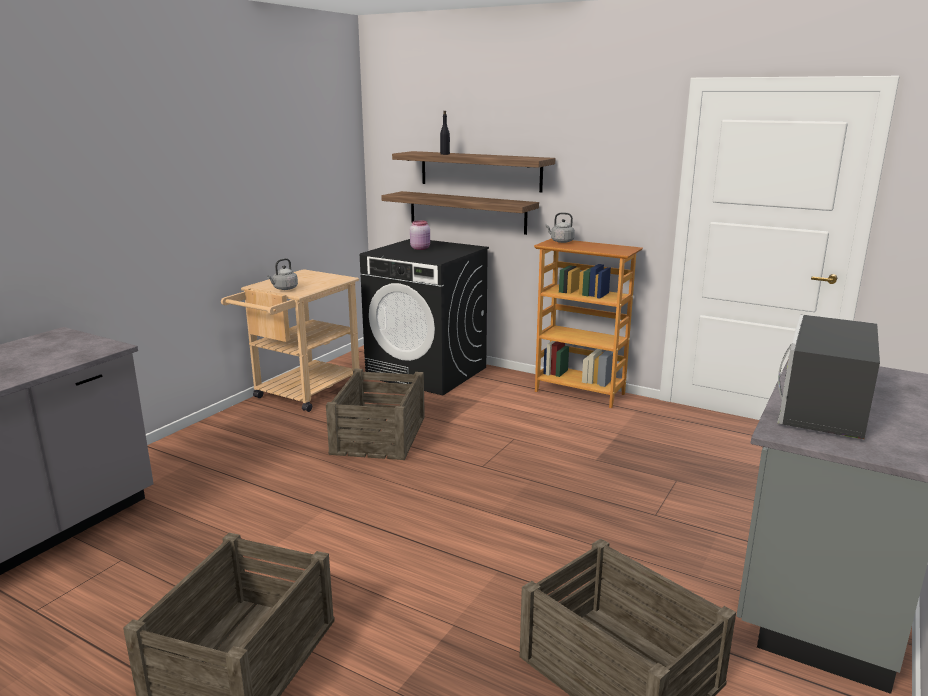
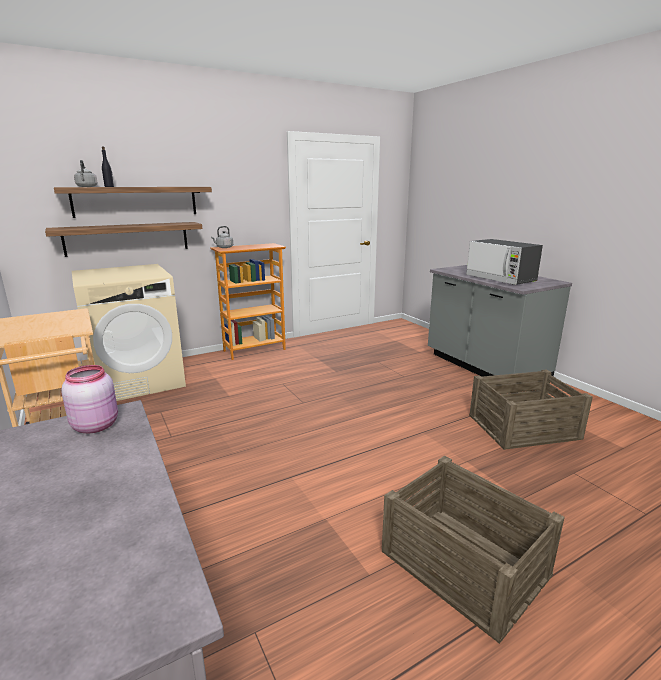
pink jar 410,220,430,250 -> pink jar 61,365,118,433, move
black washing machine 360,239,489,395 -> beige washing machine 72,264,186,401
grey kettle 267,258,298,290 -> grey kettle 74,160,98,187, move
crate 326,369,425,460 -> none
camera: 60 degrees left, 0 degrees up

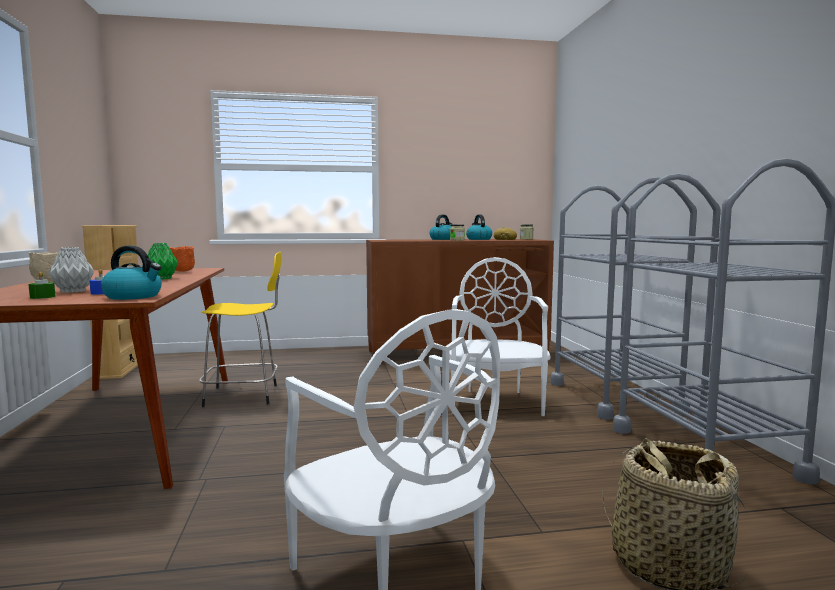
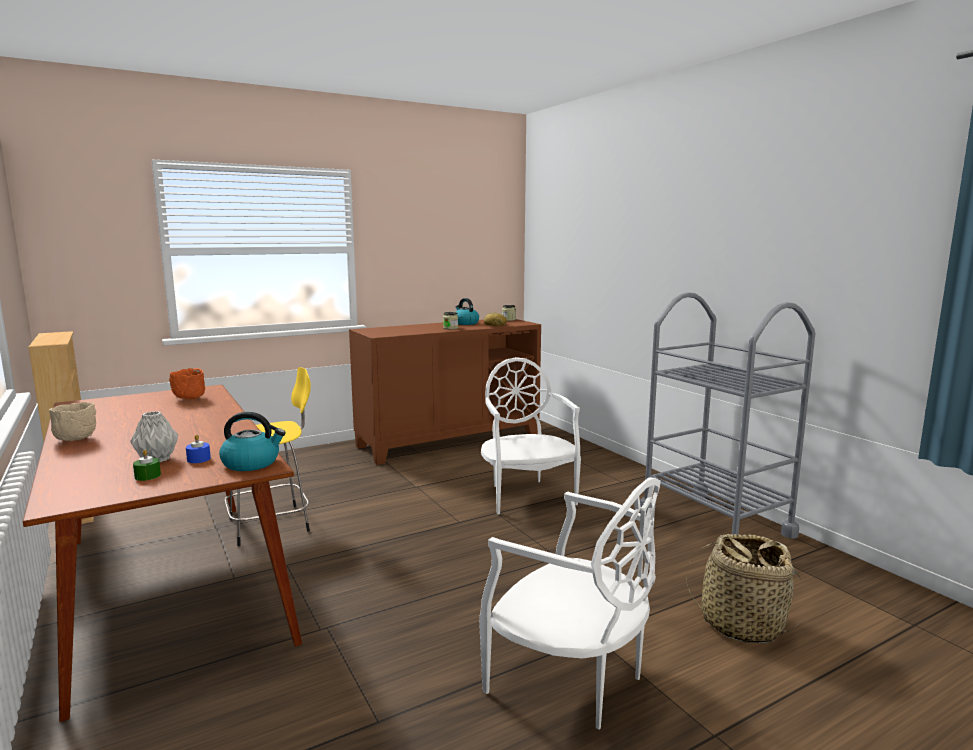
green vase 148,243,178,280 -> none
kettle 430,214,453,240 -> none
grey cart 550,177,697,420 -> none
camera: 20 degrees left, 5 degrees up

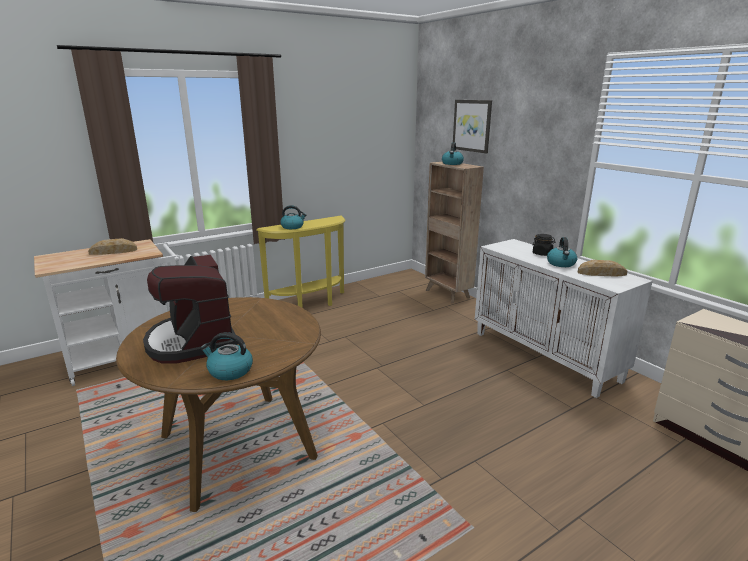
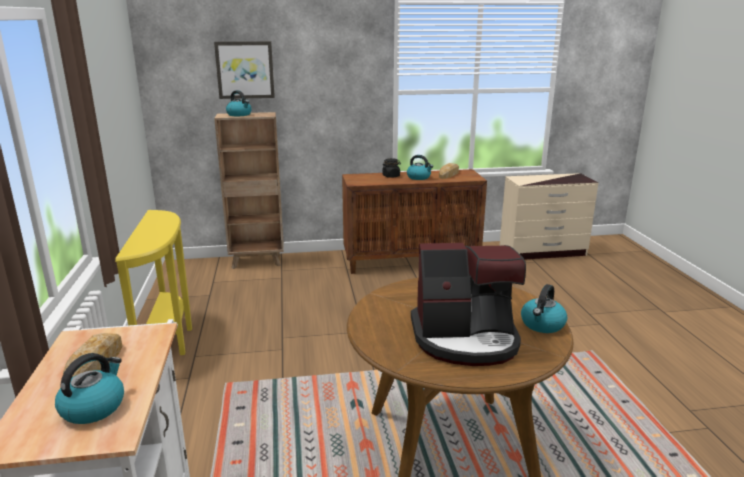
kettle 280,205,307,229 -> kettle 55,353,124,424, move
white cabinet 475,239,653,398 -> brown cabinet 342,169,487,274
camera: 65 degrees left, 0 degrees up

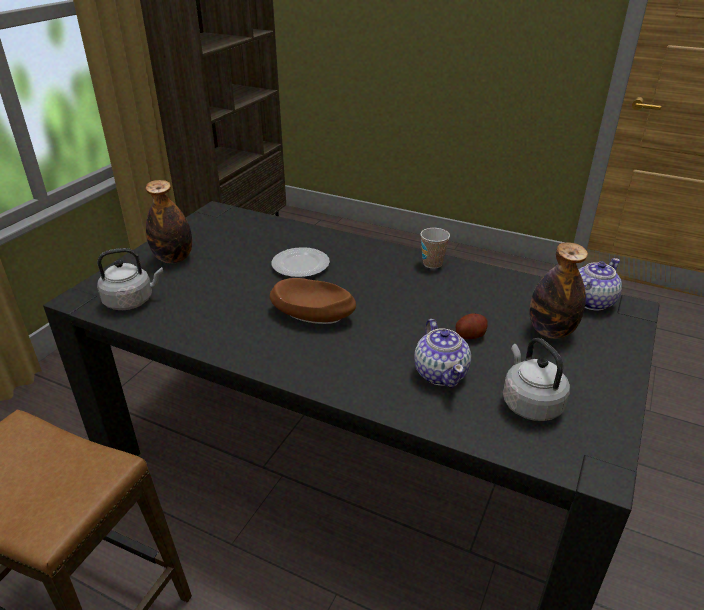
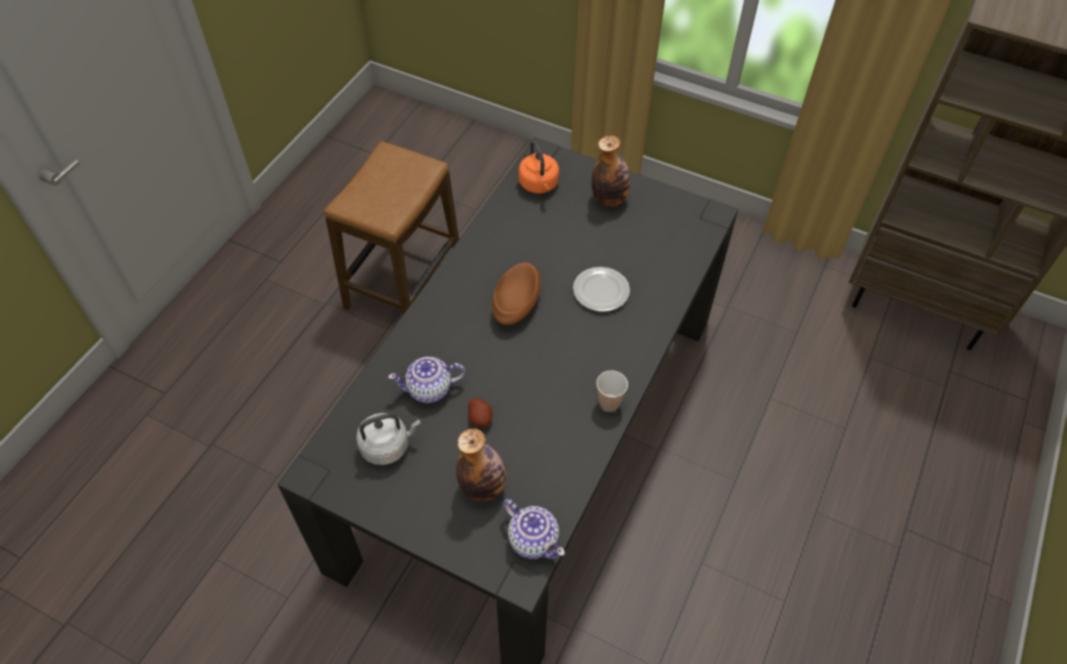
grey kettle 97,248,163,310 -> orange kettle 519,141,559,194
camera: 90 degrees right, 20 degrees up

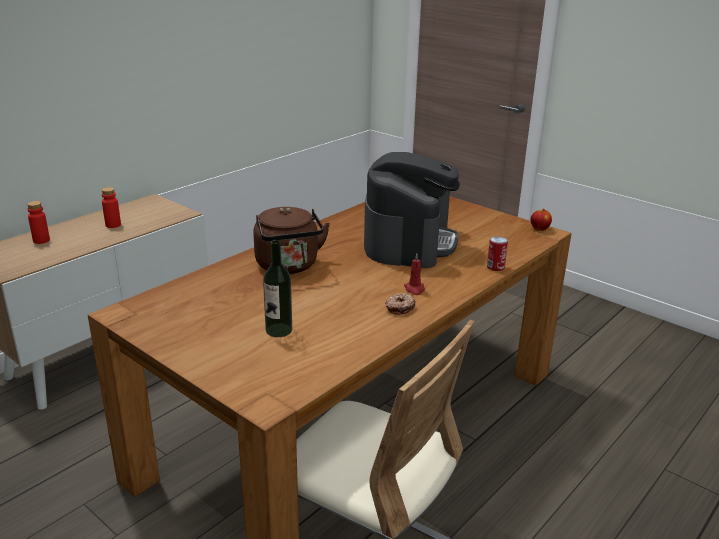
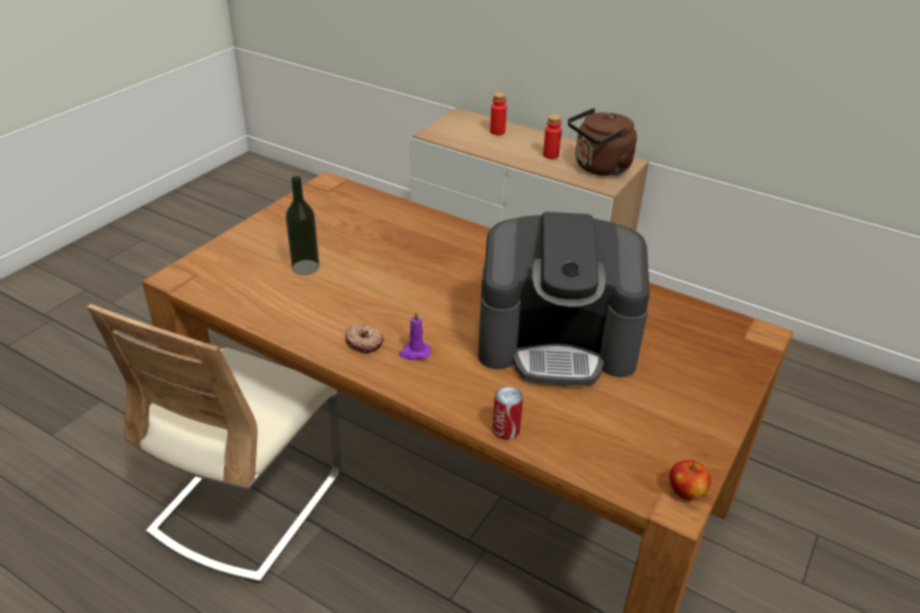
red candle 404,253,425,295 -> purple candle 399,311,431,360
brown kettle 253,207,330,274 -> brown kettle 568,108,637,176, move
camera: 80 degrees right, 10 degrees up

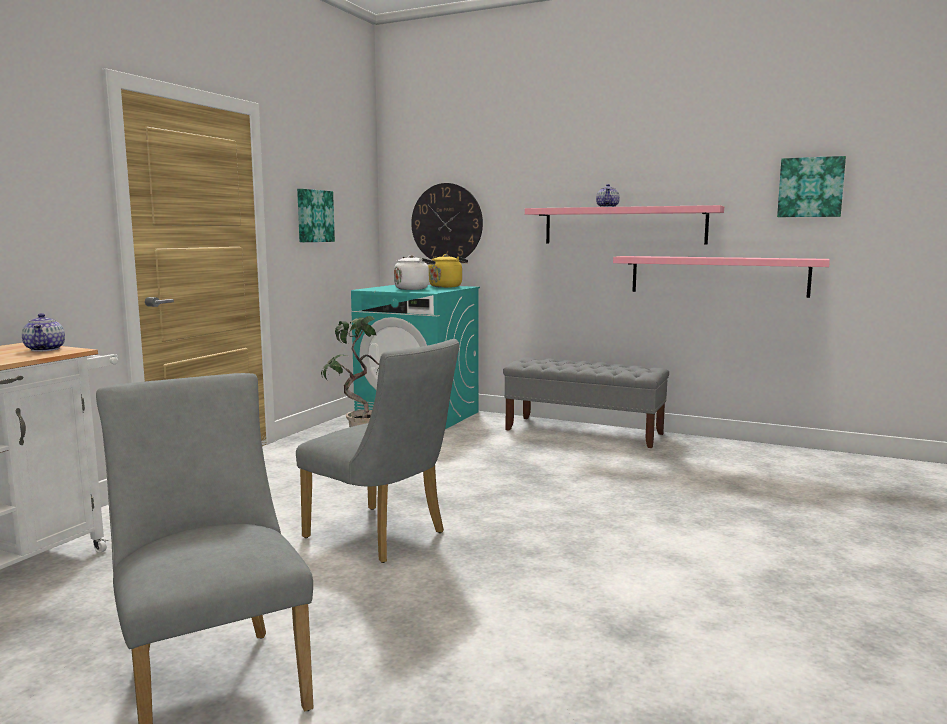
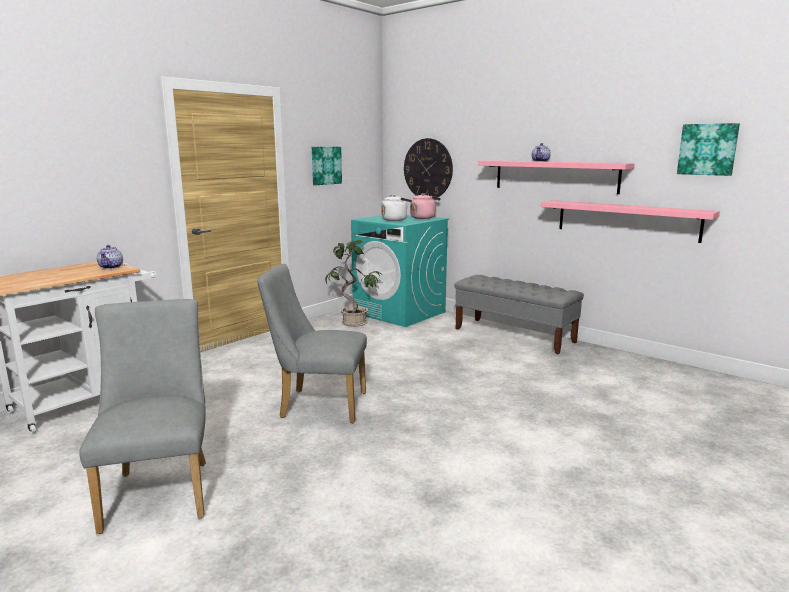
grey chair 296,339,459,563 -> grey chair 257,264,367,424, 135 degrees clockwise
yellow kettle 428,254,468,288 -> pink kettle 410,193,440,219
camera: 15 degrees right, 5 degrees up

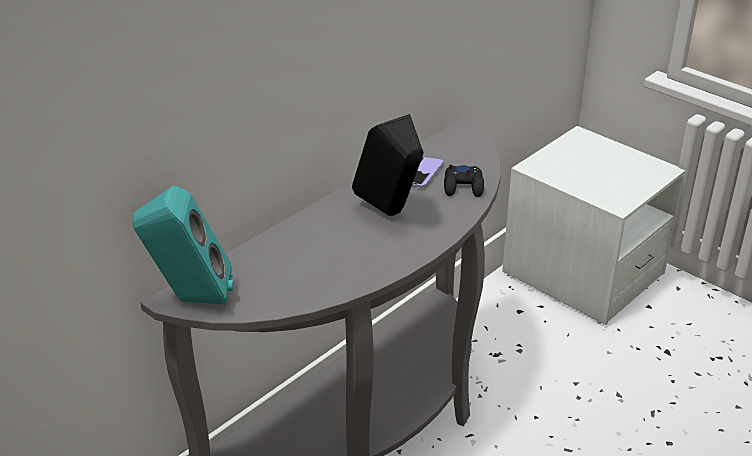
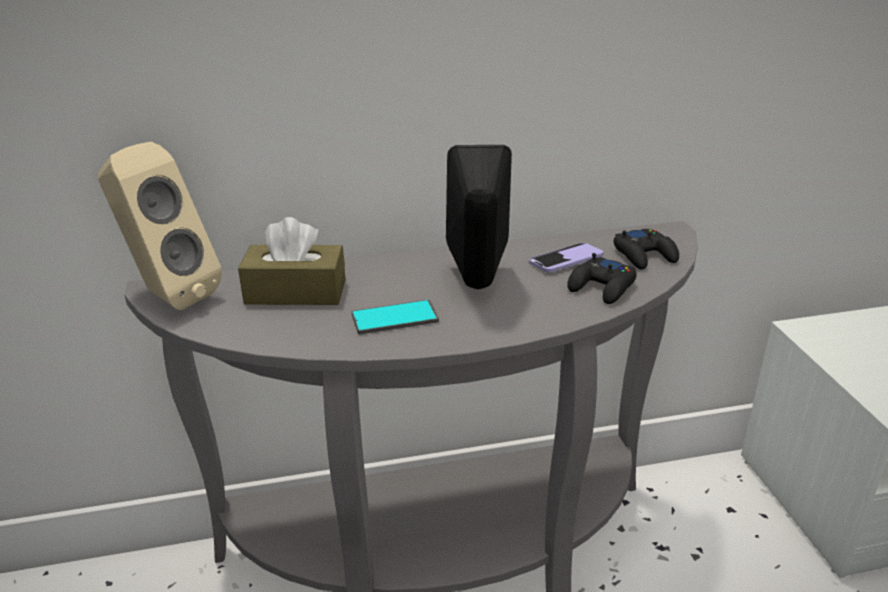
turquoise speaker 133,186,234,305 -> beige speaker 98,142,222,310
none -> brown tissue box 238,217,346,305
none -> phone 352,300,439,334
none -> black game controller 614,229,679,270
camera: 35 degrees right, 5 degrees down

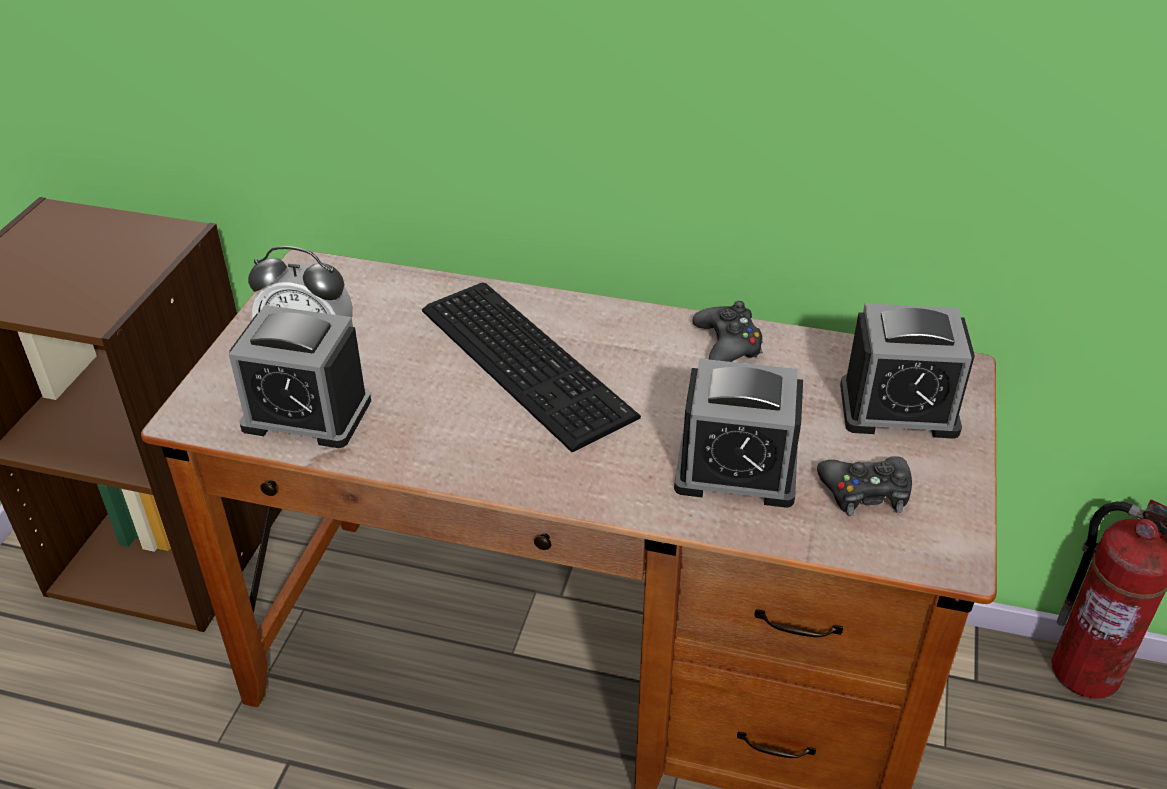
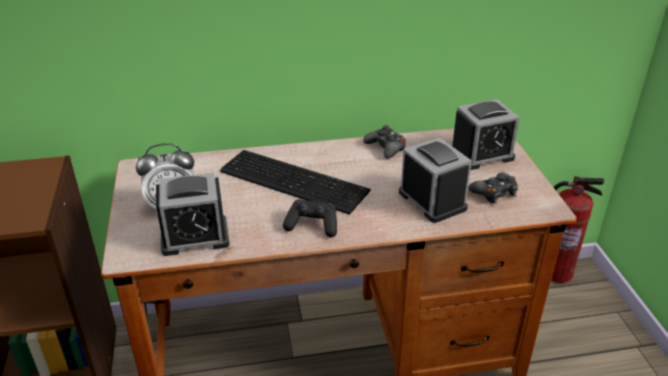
none -> black game controller 283,199,337,237
alarm clock 674,359,803,508 -> alarm clock 399,137,472,223, 105 degrees counterclockwise
camera: 25 degrees left, 5 degrees down

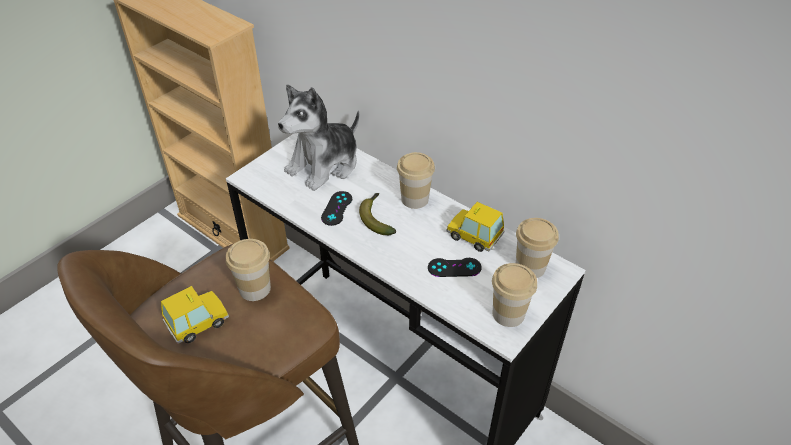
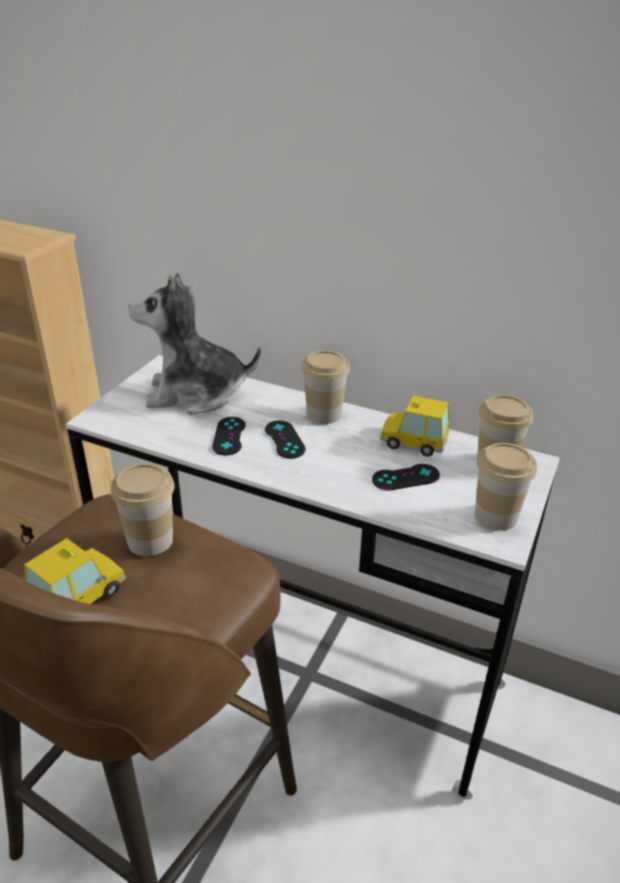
plush toy 278,85,359,191 -> plush toy 129,273,261,414, 60 degrees clockwise
banana 359,193,396,235 -> black game controller 265,421,306,458
camera: 15 degrees left, 10 degrees down

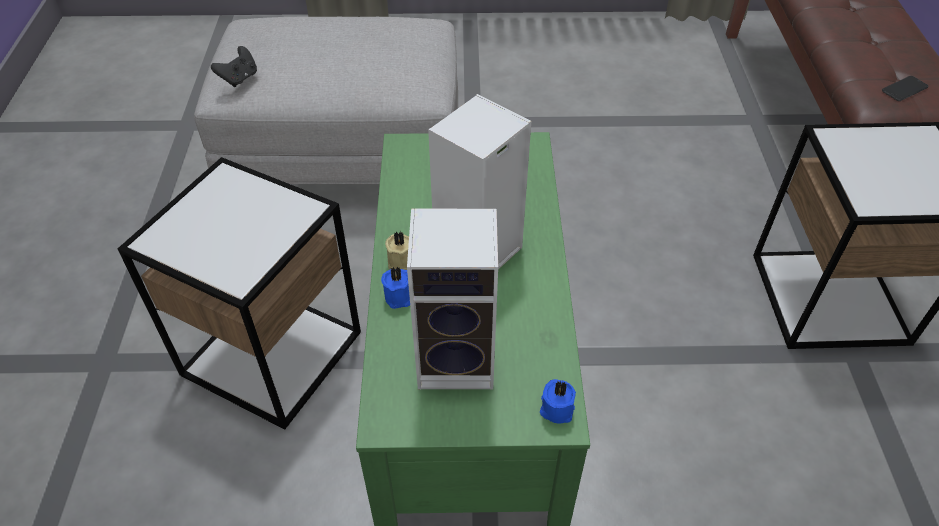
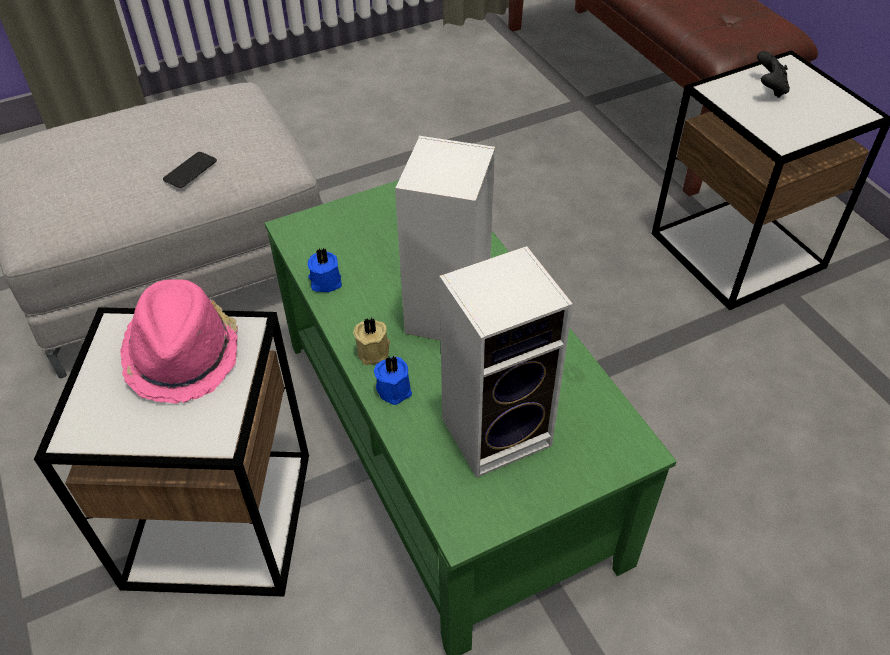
none -> pink hat 120,279,238,404
phone 882,76,928,101 -> phone 163,152,217,188, move
blue candle 540,379,576,423 -> blue candle 308,248,342,292, move
black game controller 211,46,257,87 -> black game controller 757,51,790,98, move
camera: 25 degrees left, 0 degrees up

